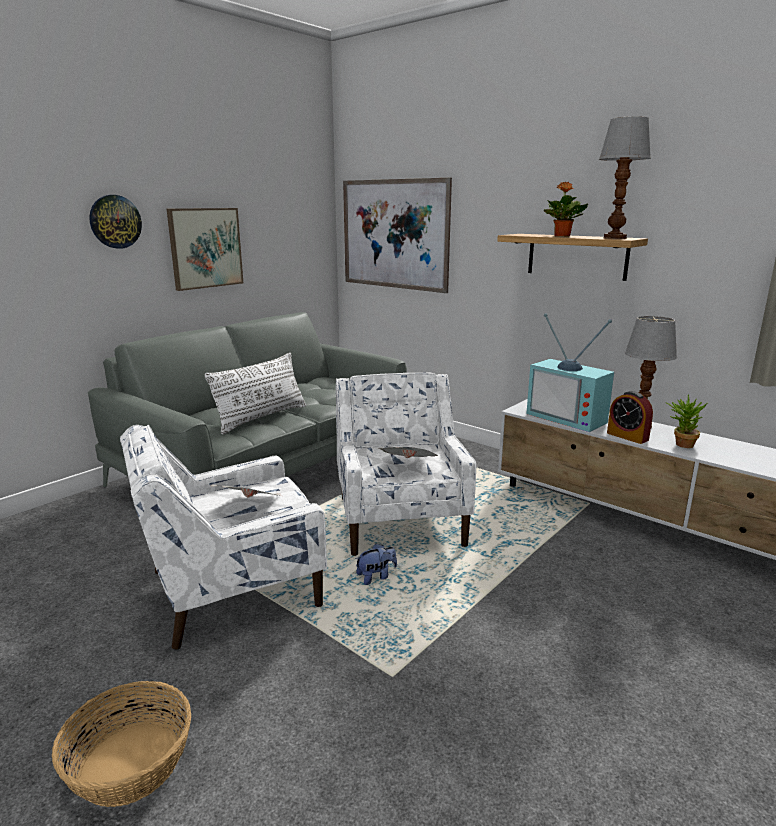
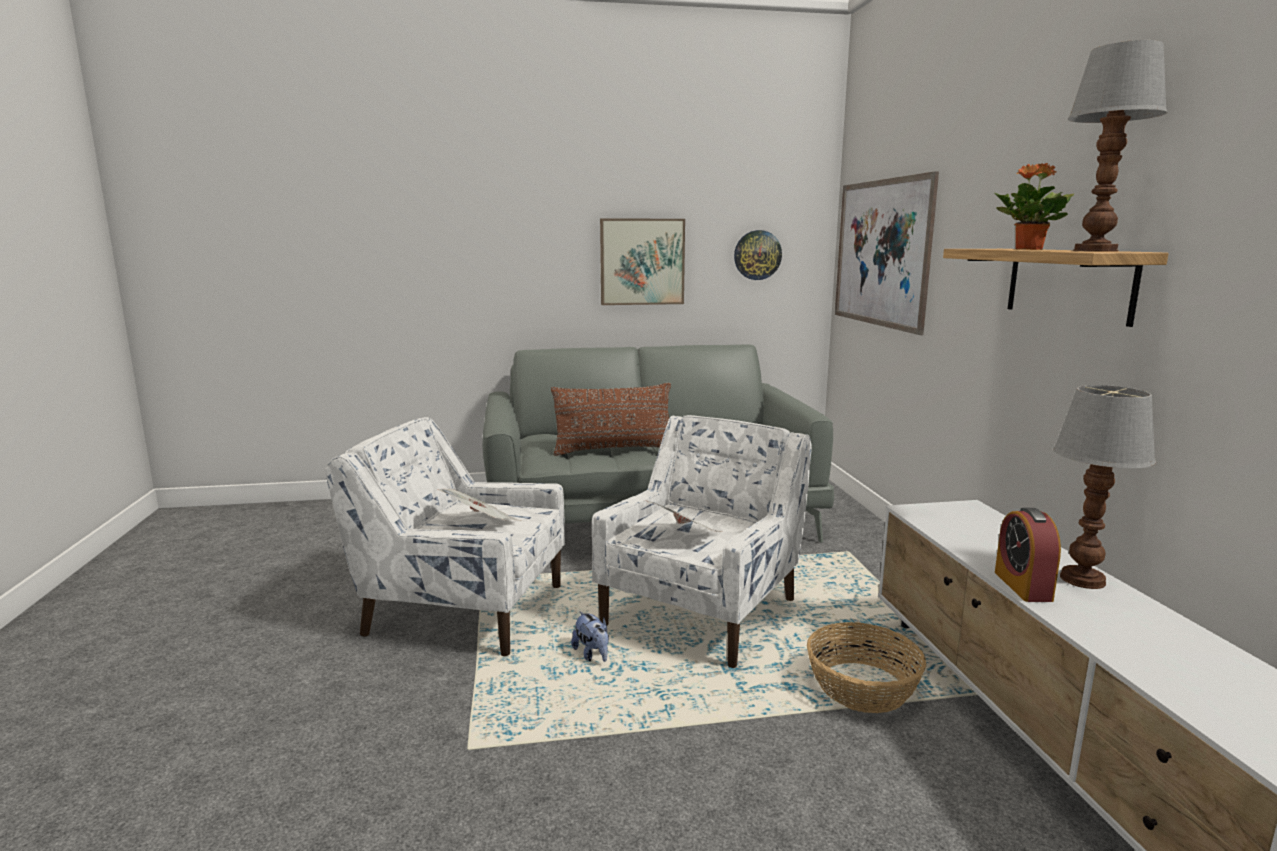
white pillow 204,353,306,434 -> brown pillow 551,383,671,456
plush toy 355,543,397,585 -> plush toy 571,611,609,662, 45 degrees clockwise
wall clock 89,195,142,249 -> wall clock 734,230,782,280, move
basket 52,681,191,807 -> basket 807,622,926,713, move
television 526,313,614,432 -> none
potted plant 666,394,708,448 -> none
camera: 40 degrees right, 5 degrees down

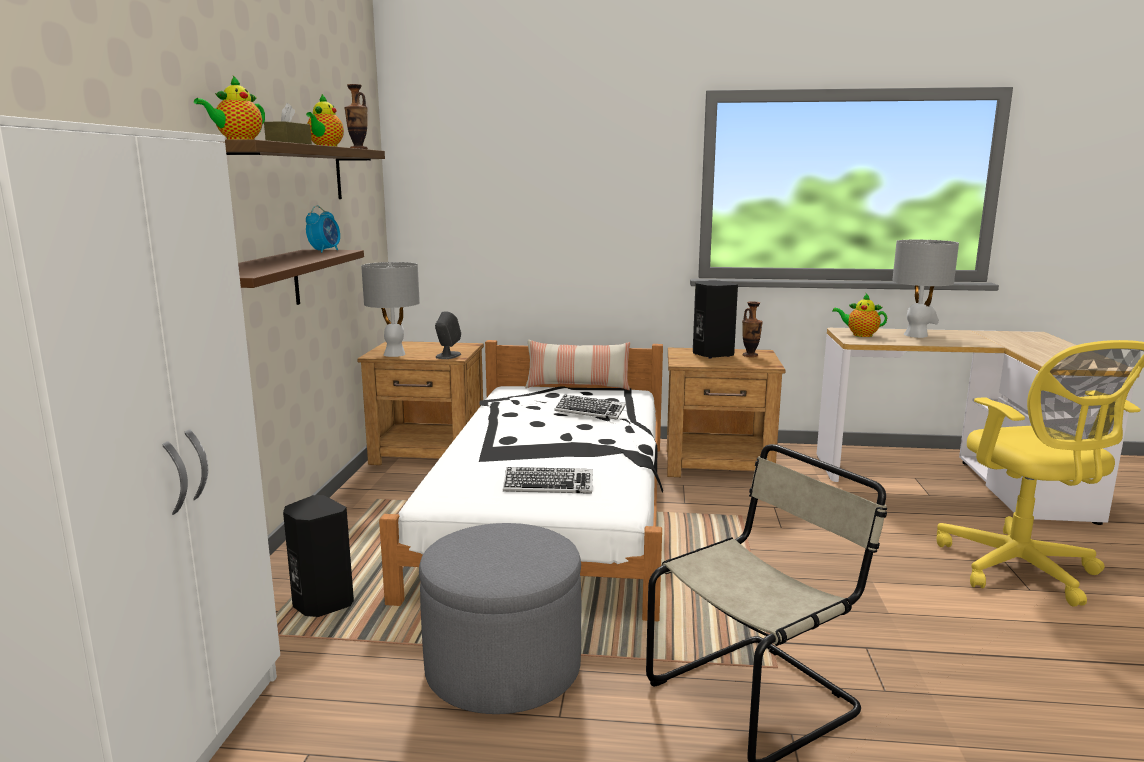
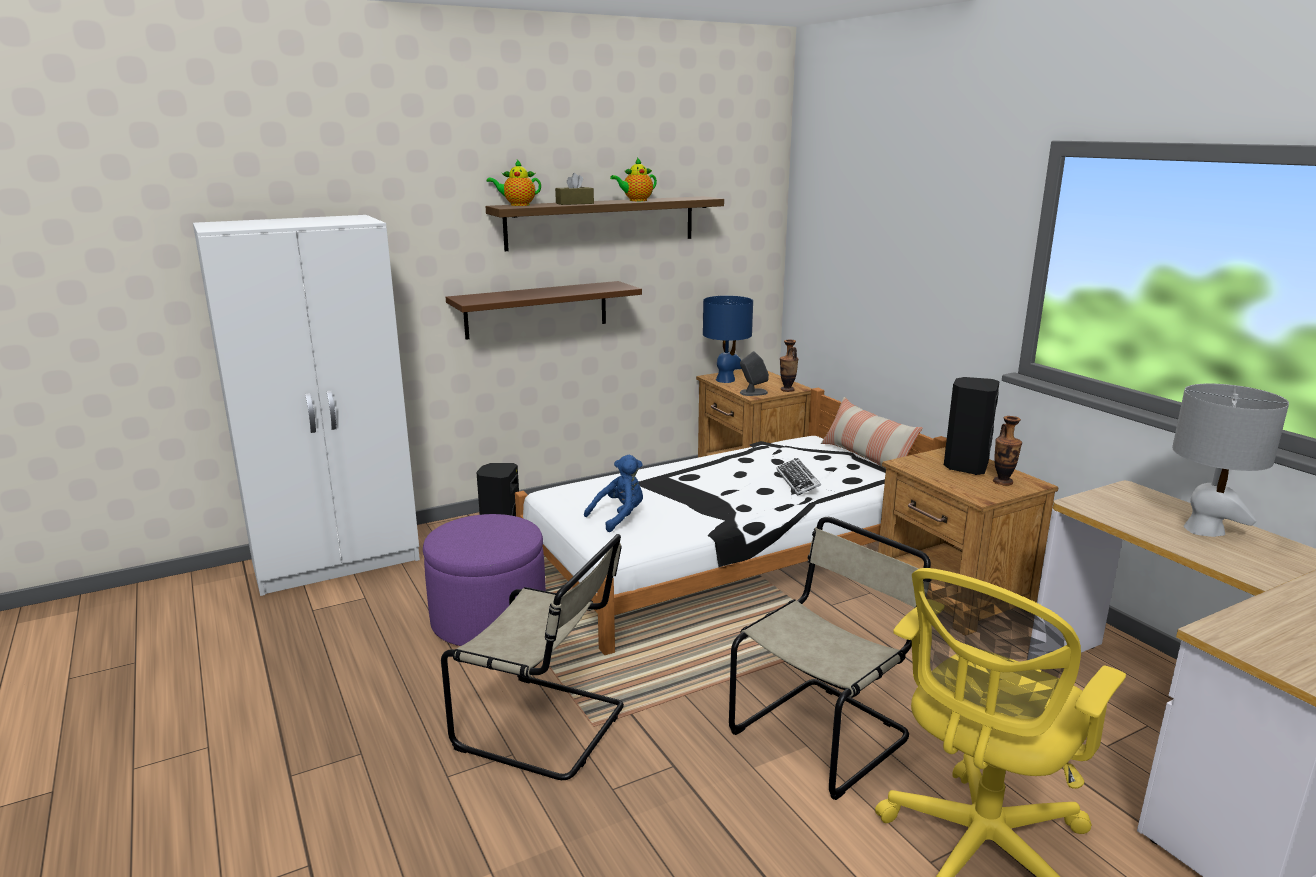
grey ottoman 419,523,581,714 -> purple ottoman 423,514,546,646
keyboard 503,467,593,494 -> blue plush toy 584,455,643,532
grey table lamp 361,262,420,357 -> blue table lamp 703,296,753,383
none -> beige chair 729,517,931,800
vase 344,84,368,149 -> vase 780,339,798,392, move
alarm clock 306,205,340,253 -> none
teapot 832,294,887,337 -> none
camera: 55 degrees right, 5 degrees up

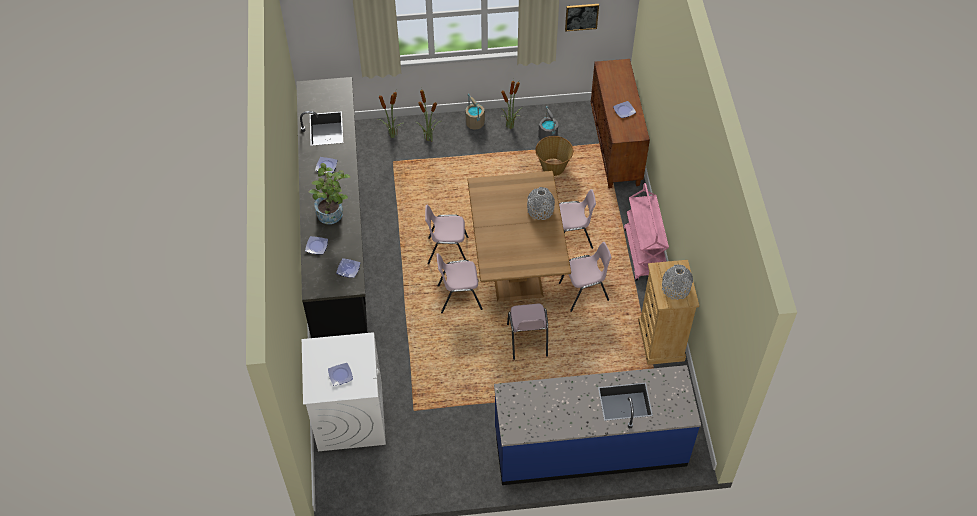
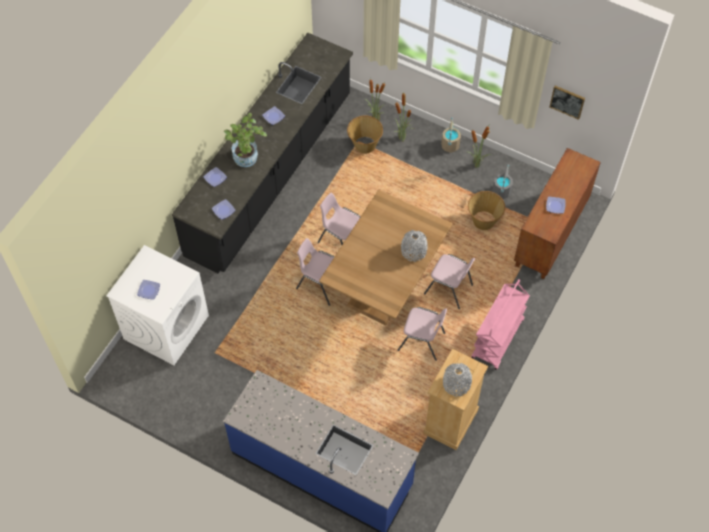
none -> basket 347,116,383,154
pink chair 507,304,548,360 -> none
camera: 35 degrees right, 5 degrees up

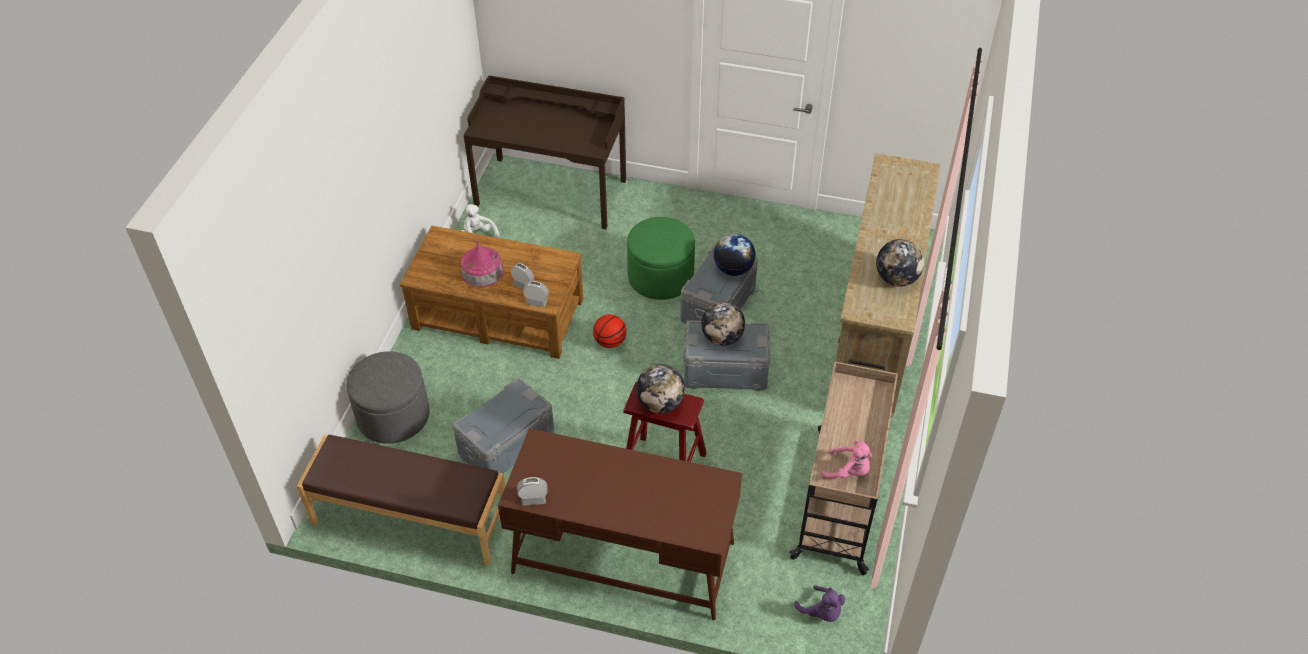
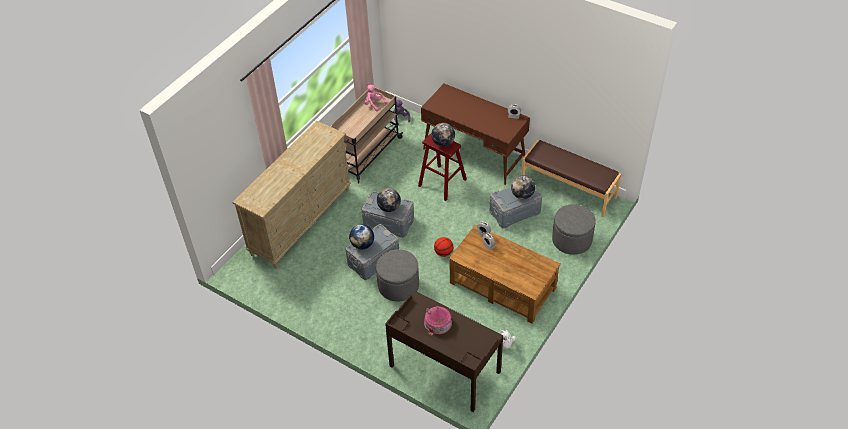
green ottoman 627,217,695,300 -> grey ottoman 376,249,419,301
toy house 461,241,504,287 -> toy house 424,306,452,336, move
globe 876,239,924,287 -> globe 511,175,535,199, move
camera: 160 degrees left, 0 degrees up

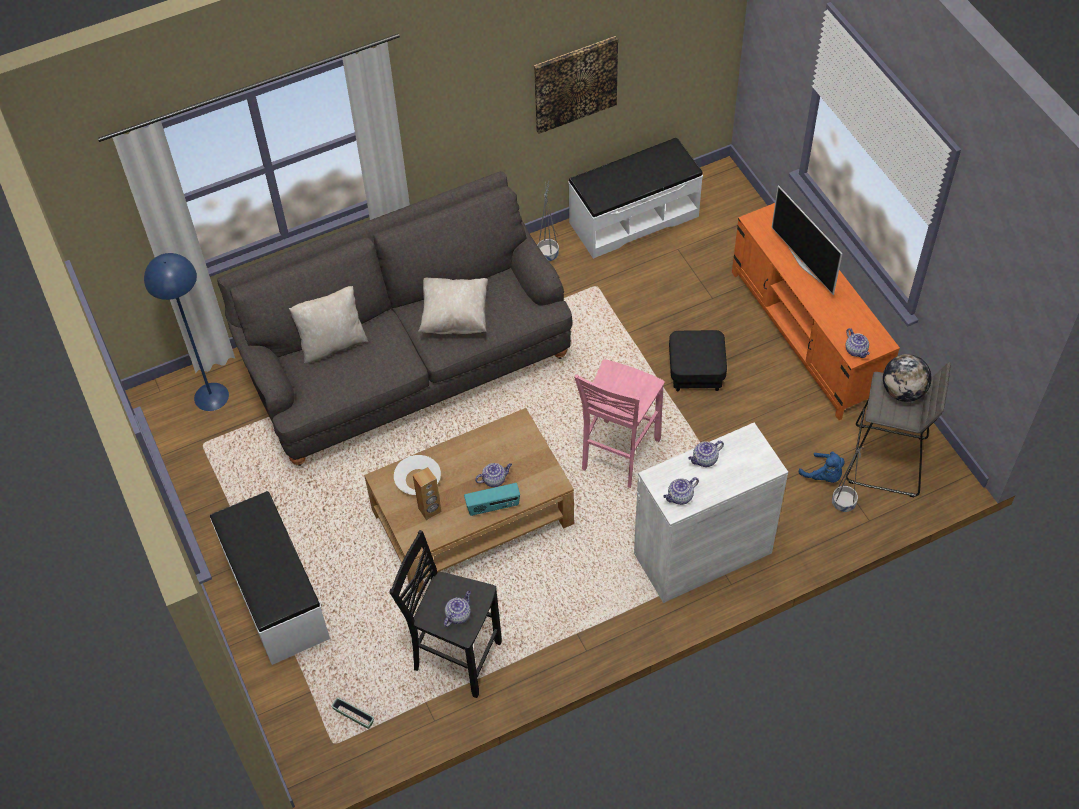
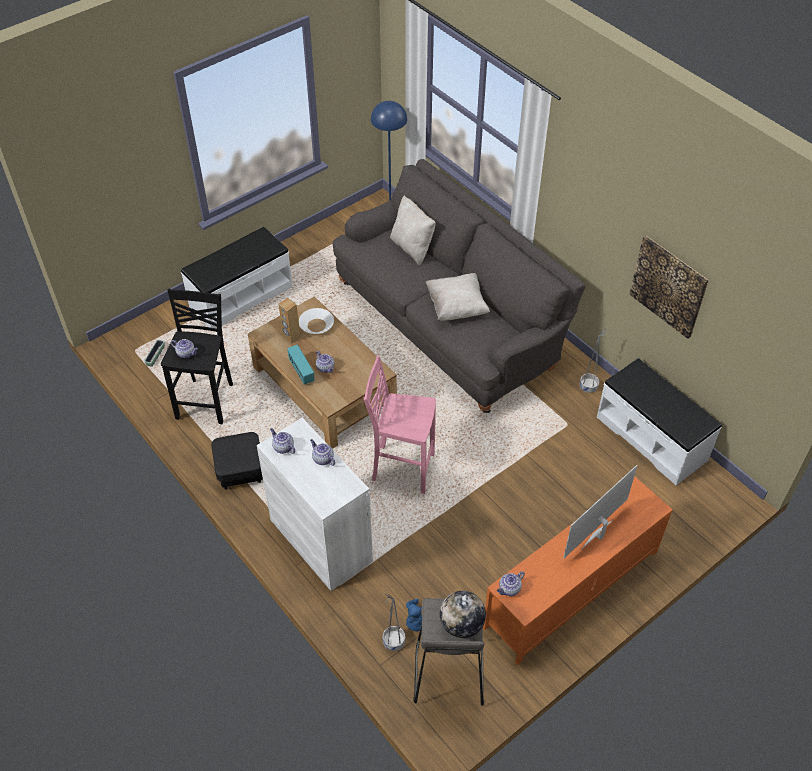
black ottoman 669,330,727,391 -> black ottoman 211,432,263,490, move
camera: 75 degrees right, 5 degrees down

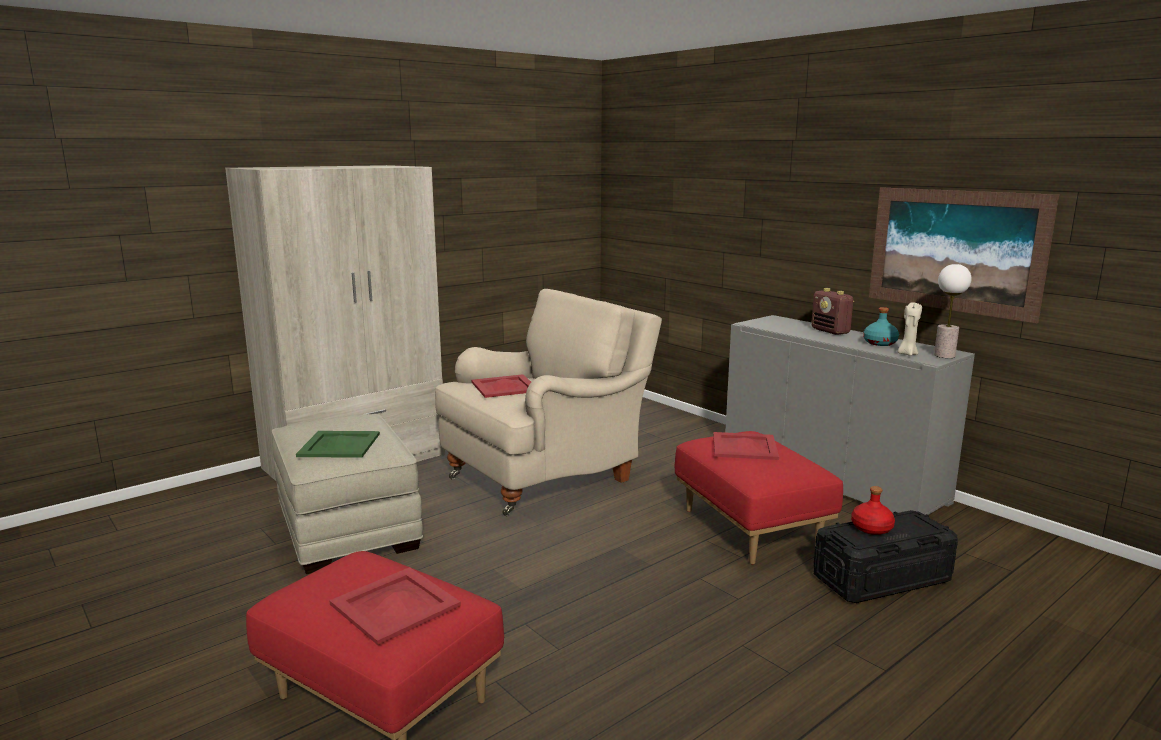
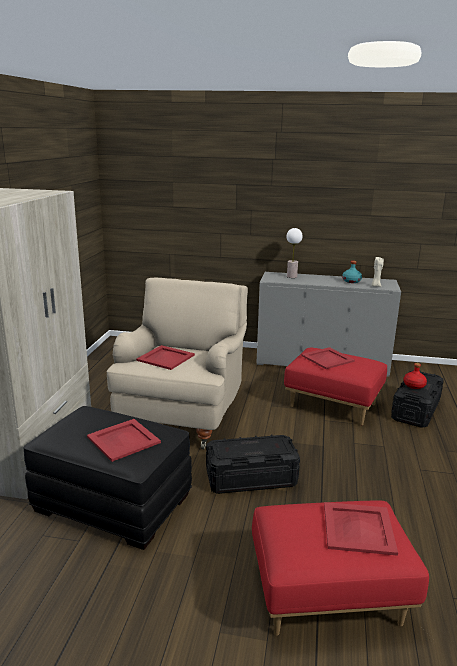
beige ottoman 272,414,423,574 -> black ottoman 23,406,192,550
green tray 296,431,380,458 -> red tray 87,419,161,462
none -> black storage box 206,435,300,494
table lamp 934,264,971,358 -> table lamp 286,228,303,278, move
radio 811,288,854,335 -> none
picture 869,187,1059,323 -> none
camera: 40 degrees left, 5 degrees up

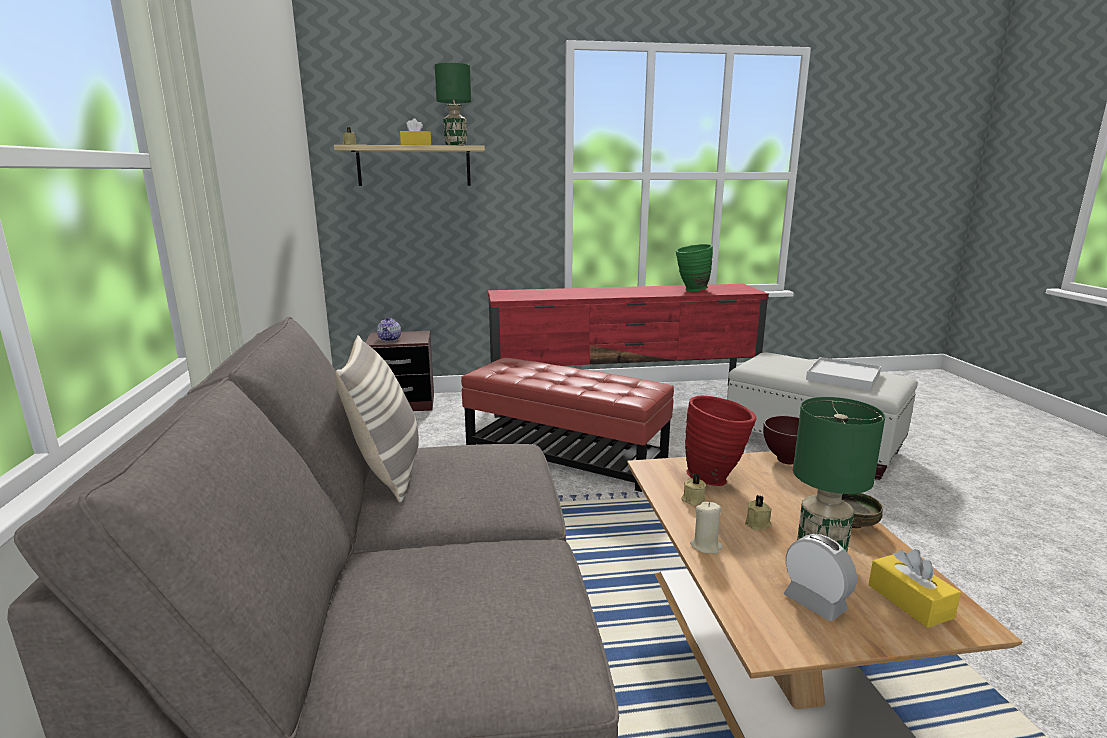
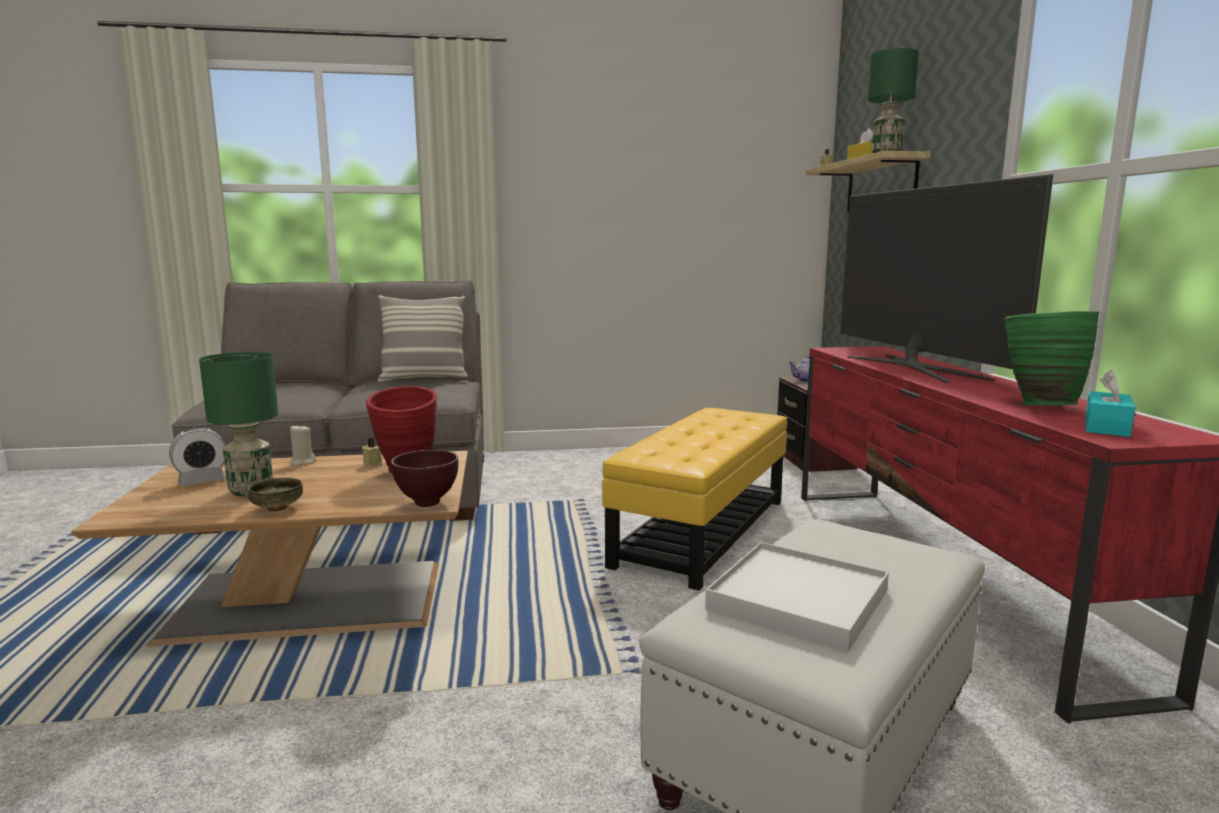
red ottoman 461,358,674,492 -> yellow ottoman 602,408,787,591
none -> television 840,174,1053,383
none -> turquoise tissue box 1085,370,1135,437
beige candle 745,495,772,531 -> none
yellow tissue box 868,549,961,628 -> none
camera: 90 degrees right, 5 degrees down

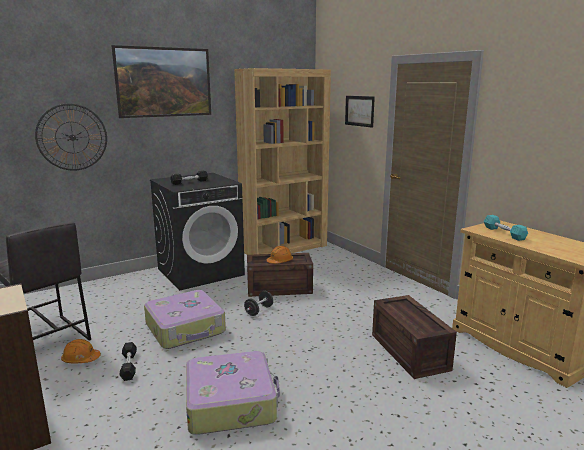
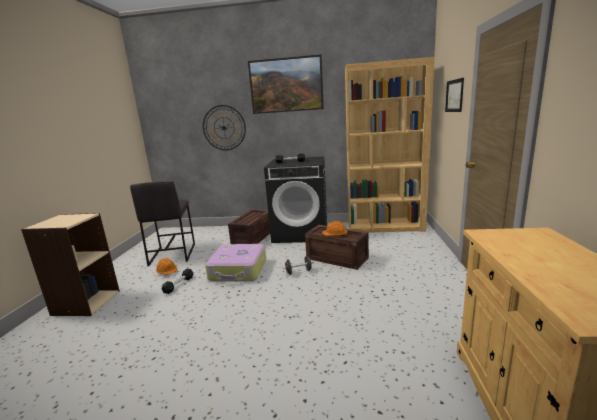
crate 372,295,457,379 -> crate 228,210,270,244, move
suitcase 186,351,280,435 -> none
turquoise dumbbell 484,215,528,241 -> none
camera: 40 degrees right, 0 degrees up

